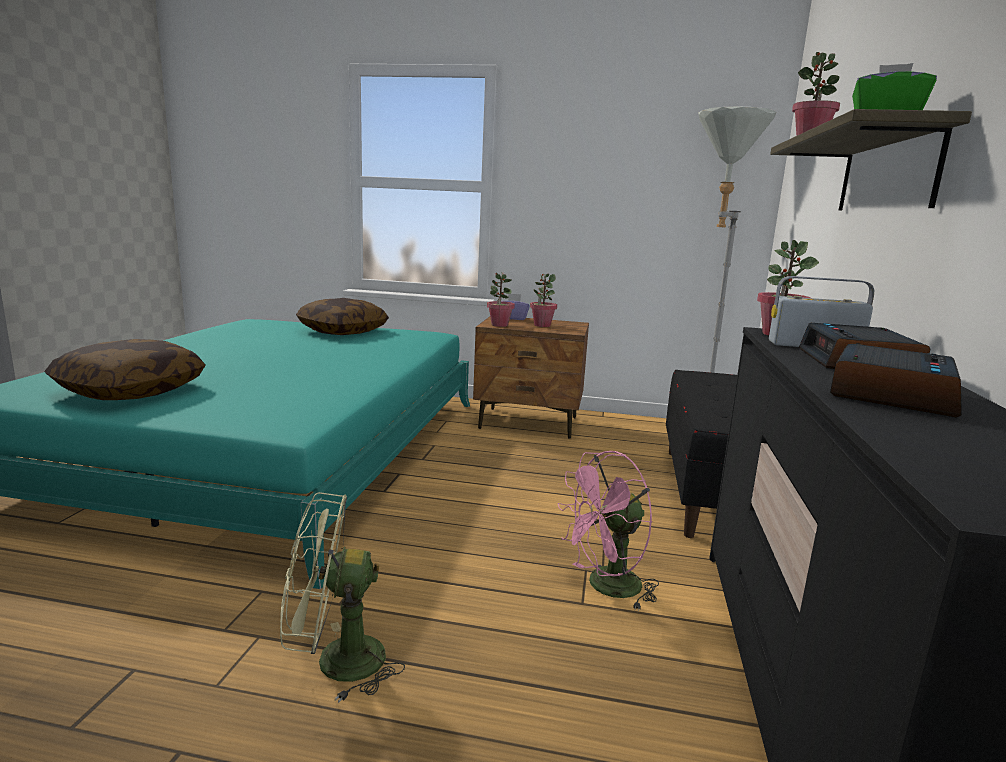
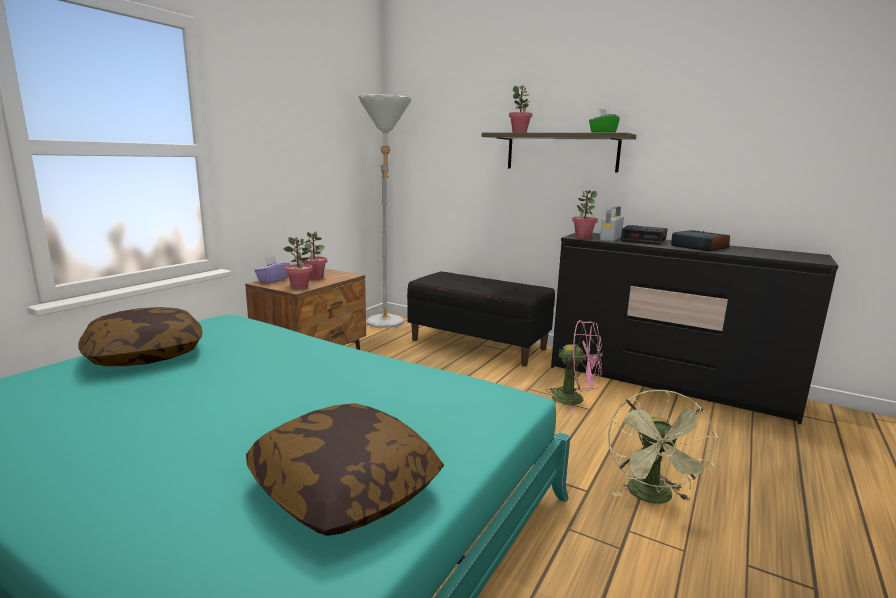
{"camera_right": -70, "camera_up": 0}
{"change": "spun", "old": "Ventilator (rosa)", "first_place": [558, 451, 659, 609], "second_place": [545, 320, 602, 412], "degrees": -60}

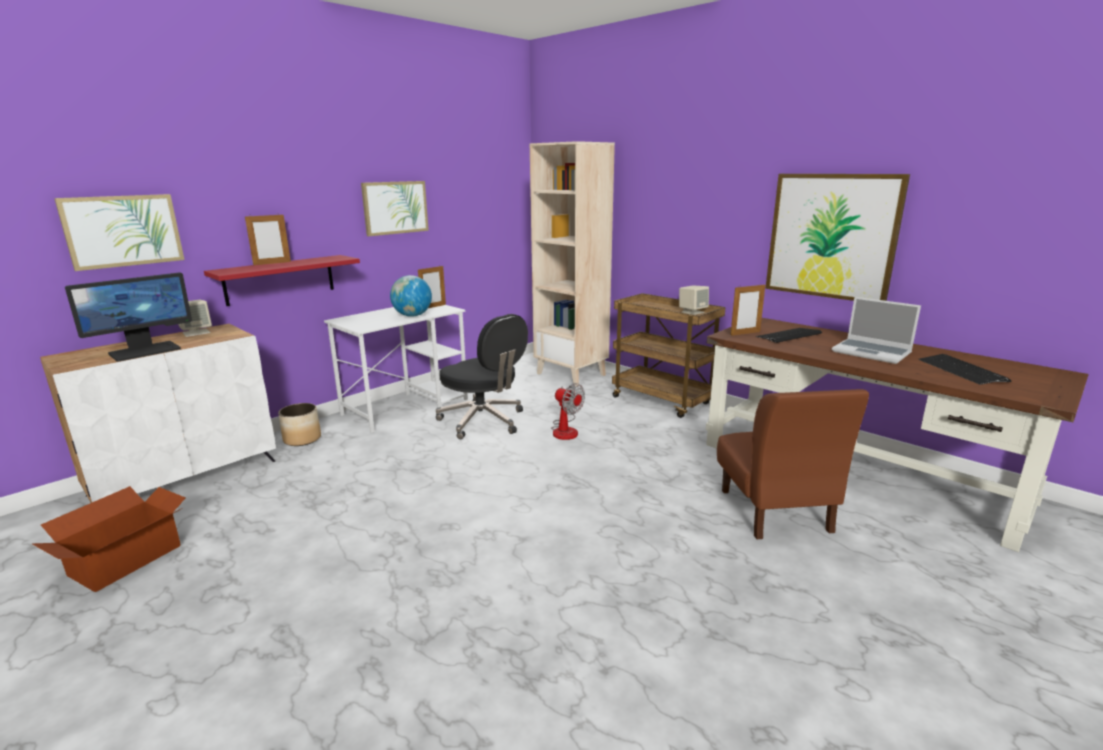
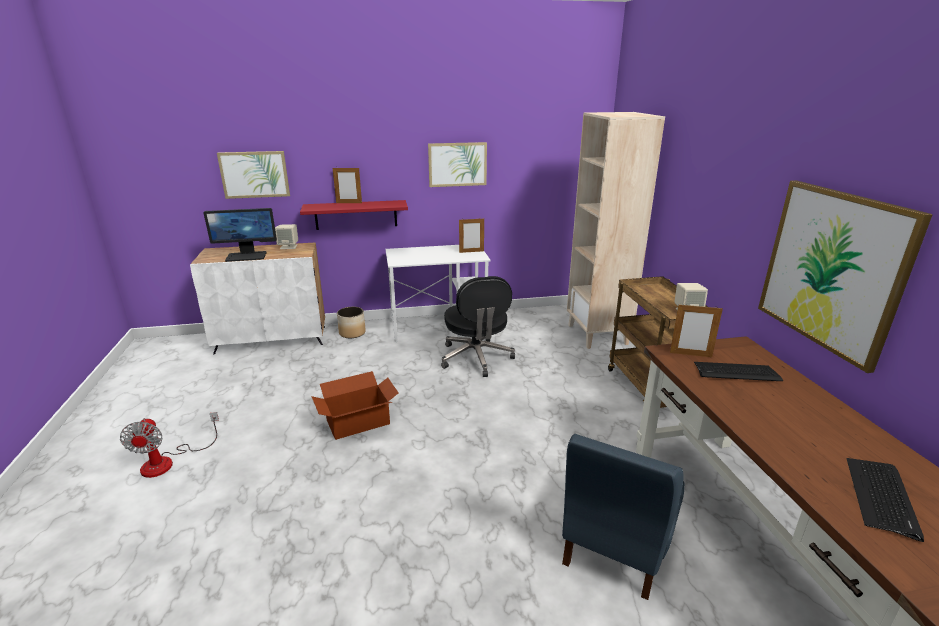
{"camera_right": 35, "camera_up": 5}
{"change": "relocated", "old": "Karton", "first_place": [32, 486, 186, 592], "second_place": [311, 371, 398, 440]}
{"change": "missing", "old": "Globus", "first_place": [390, 275, 432, 317]}
{"change": "relocated", "old": "Ventilator", "first_place": [551, 383, 585, 440], "second_place": [120, 412, 219, 478]}
{"change": "colour", "old": "Stuhl (braun)", "new": "Stuhl (blau)", "first_place": [717, 389, 869, 539], "second_place": [562, 434, 685, 600]}
{"change": "missing", "old": "Laptop", "first_place": [832, 297, 921, 364]}

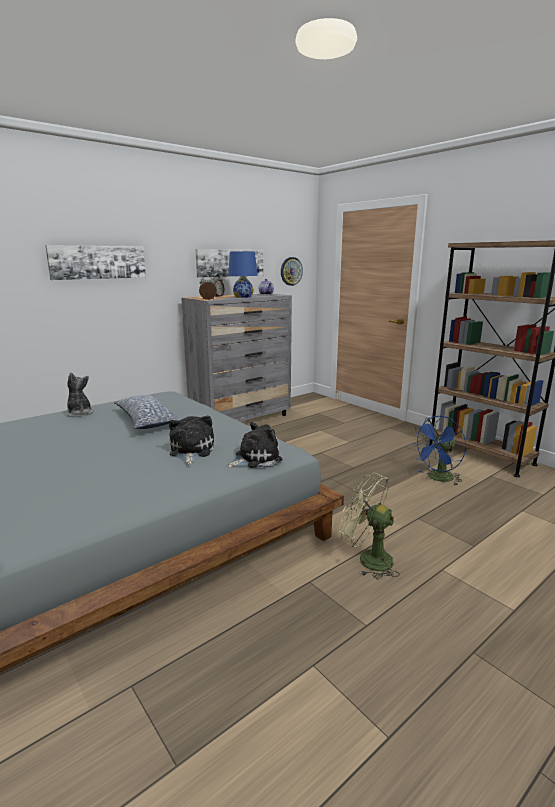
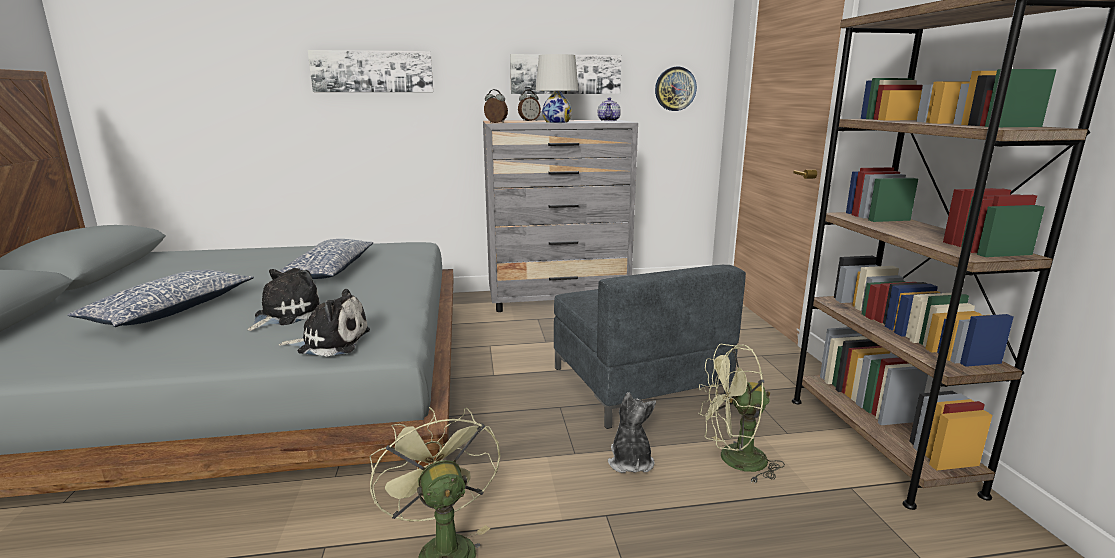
{"camera_right": 30, "camera_up": 0}
{"change": "relocated", "old": "Plüschtier", "first_place": [65, 372, 94, 417], "second_place": [608, 392, 656, 473]}
{"change": "colour", "old": "Tischlampe (blau)", "new": "Tischlampe (weiß)", "first_place": [228, 252, 258, 298], "second_place": [536, 54, 579, 123]}
{"change": "colour", "old": "Ventilator (blau)", "new": "Ventilator (grün)", "first_place": [412, 416, 466, 486], "second_place": [699, 344, 785, 484]}
{"change": "appeared", "new": "Kissen", "second_place": [68, 269, 254, 327]}
{"change": "appeared", "new": "Sessel (grau)", "second_place": [554, 265, 746, 429]}

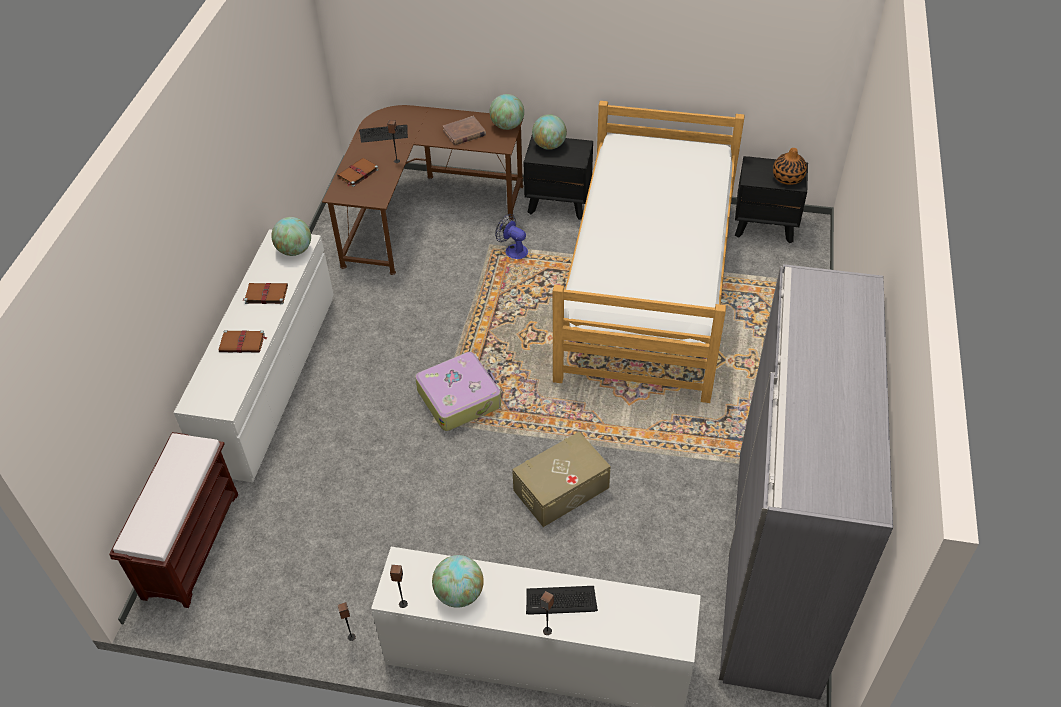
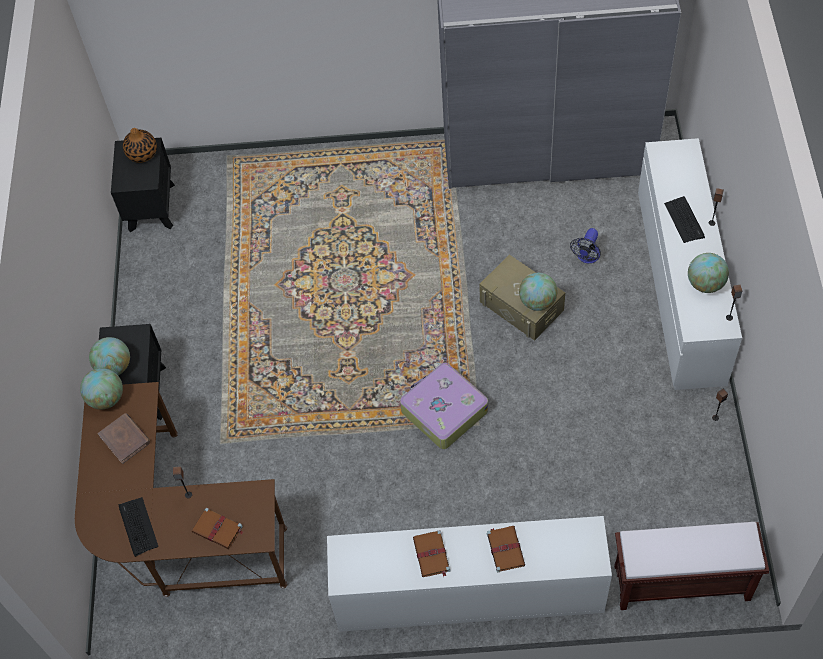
{"camera_right": -100, "camera_up": 10}
{"change": "relocated", "old": "Globus", "first_place": [271, 217, 311, 256], "second_place": [519, 273, 557, 311]}
{"change": "relocated", "old": "Ventilator", "first_place": [495, 214, 528, 259], "second_place": [570, 228, 601, 263]}
{"change": "missing", "old": "Bett", "first_place": [553, 101, 745, 403]}

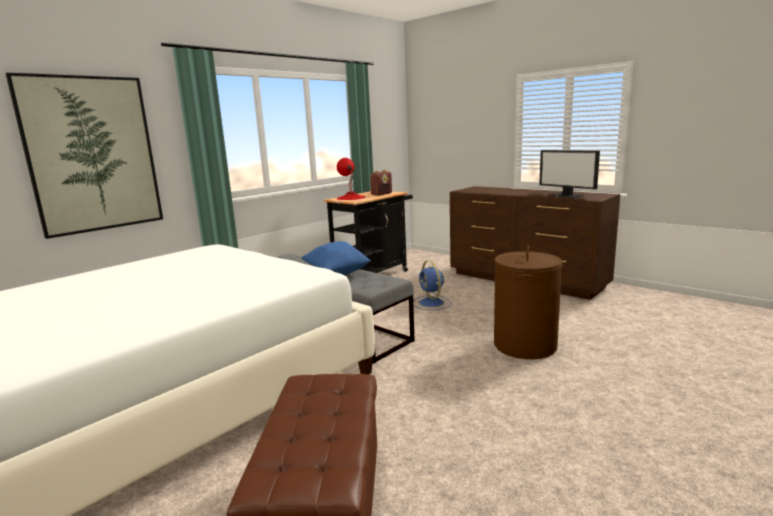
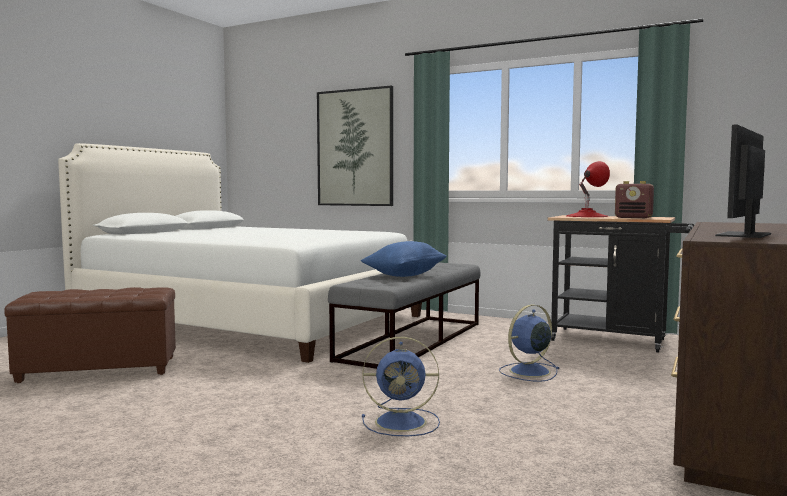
{"camera_right": 75, "camera_up": -10}
{"change": "exchanged", "old": "Wäschekorb (braun)", "new": "Ventilator (blau)", "first_place": [494, 245, 562, 359], "second_place": [362, 337, 440, 436]}

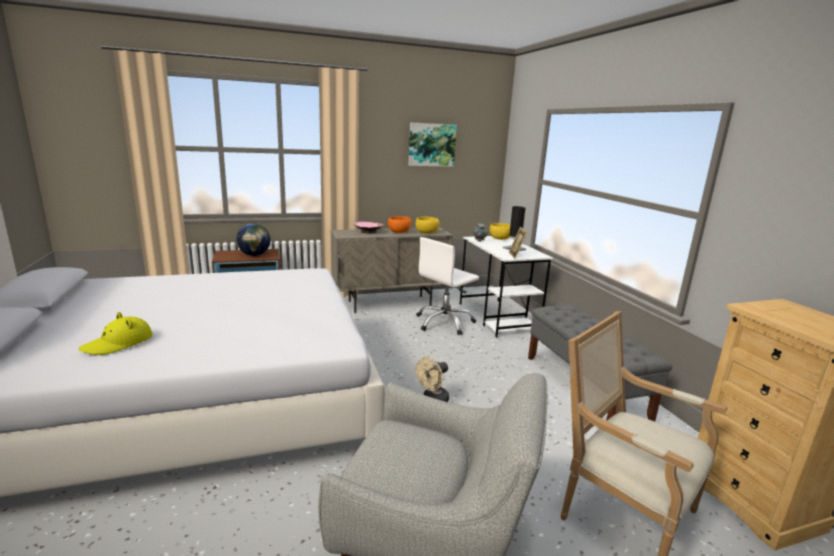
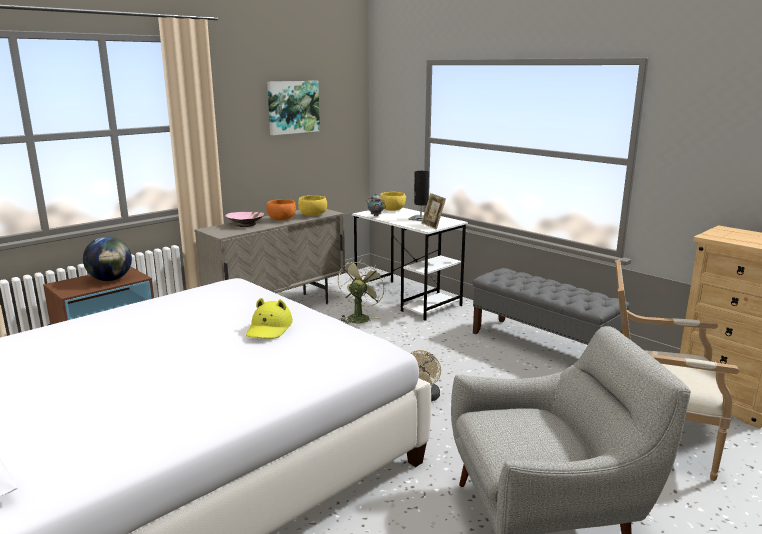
{"camera_right": -25, "camera_up": 0}
{"change": "relocated", "old": "Hut (gelb)", "first_place": [78, 312, 152, 355], "second_place": [246, 298, 293, 339]}
{"change": "exchanged", "old": "Bürostuhl (weiß)", "new": "Ventilator (grün)", "first_place": [416, 237, 479, 335], "second_place": [338, 259, 386, 325]}

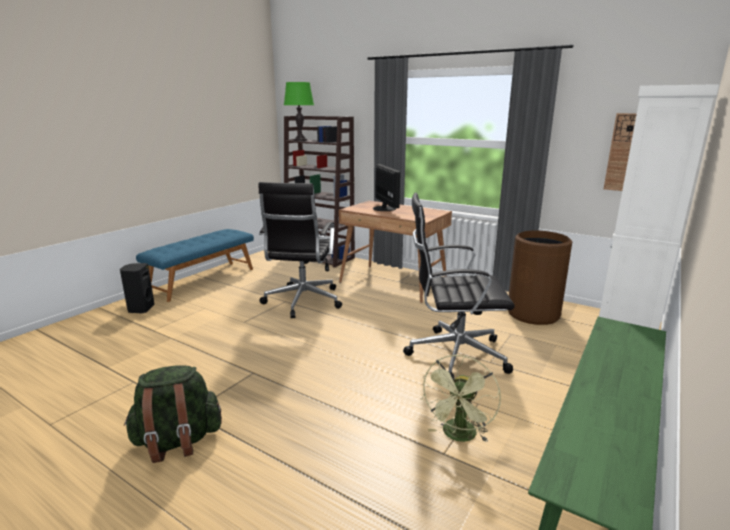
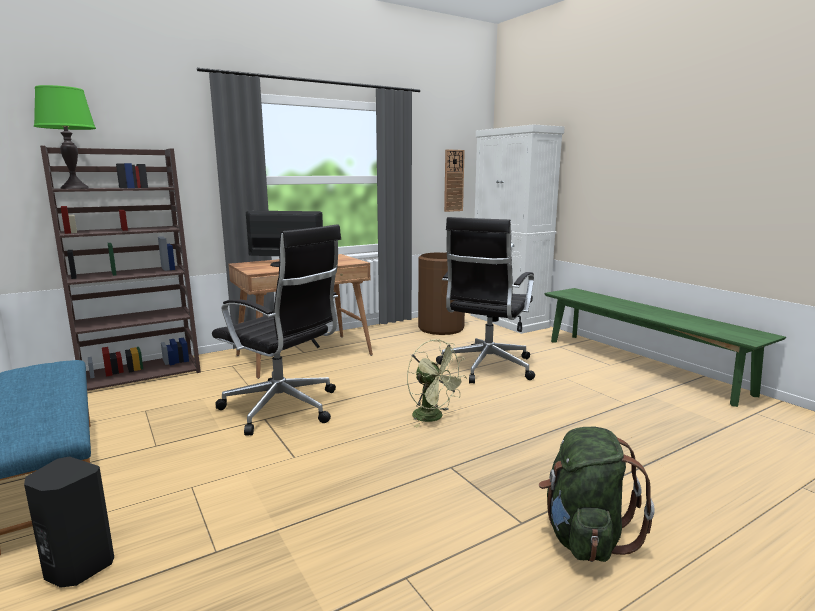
{"camera_right": -65, "camera_up": -5}
{"change": "relocated", "old": "Ventilator (grün)", "first_place": [421, 355, 501, 442], "second_place": [407, 339, 467, 427]}

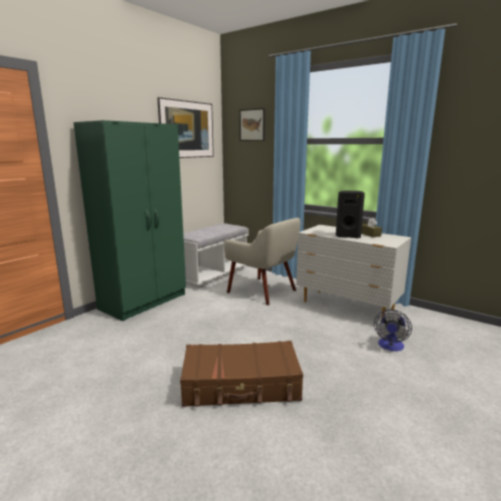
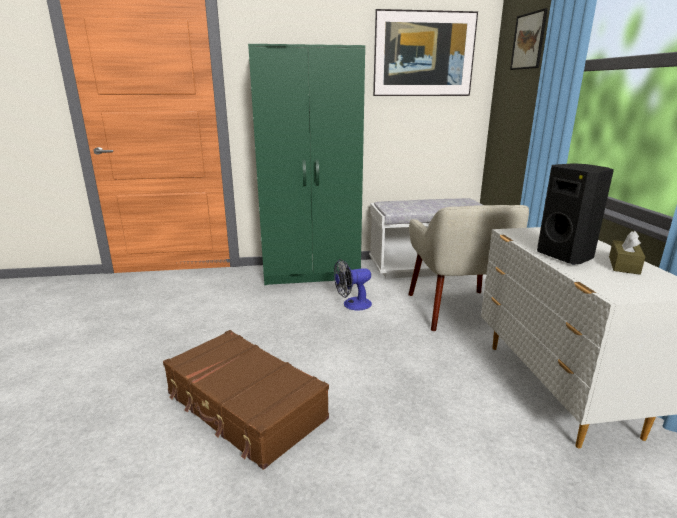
{"camera_right": 45, "camera_up": 5}
{"change": "relocated", "old": "Ventilator", "first_place": [374, 309, 412, 351], "second_place": [334, 259, 372, 310]}

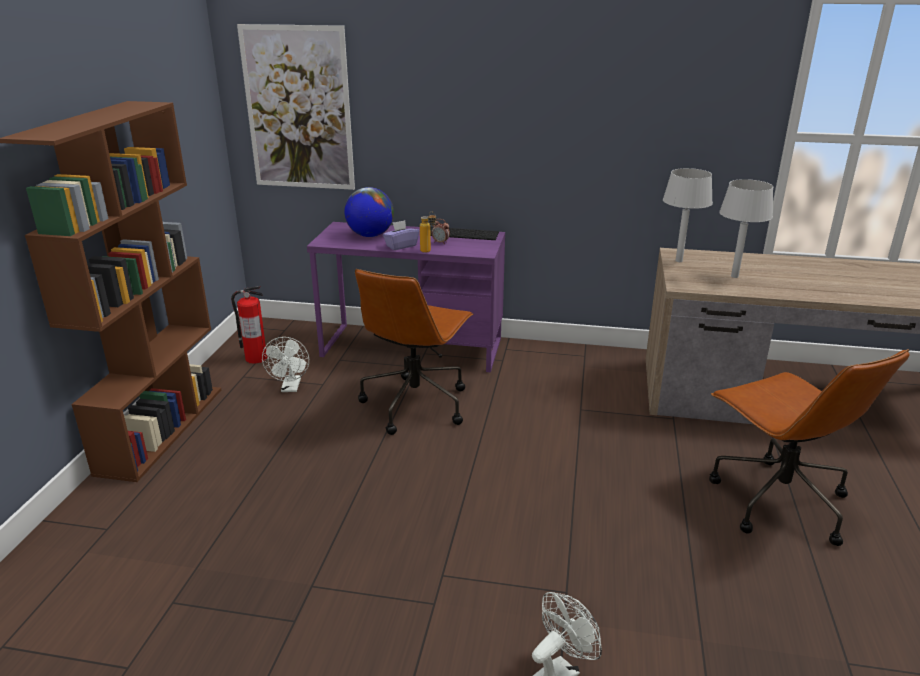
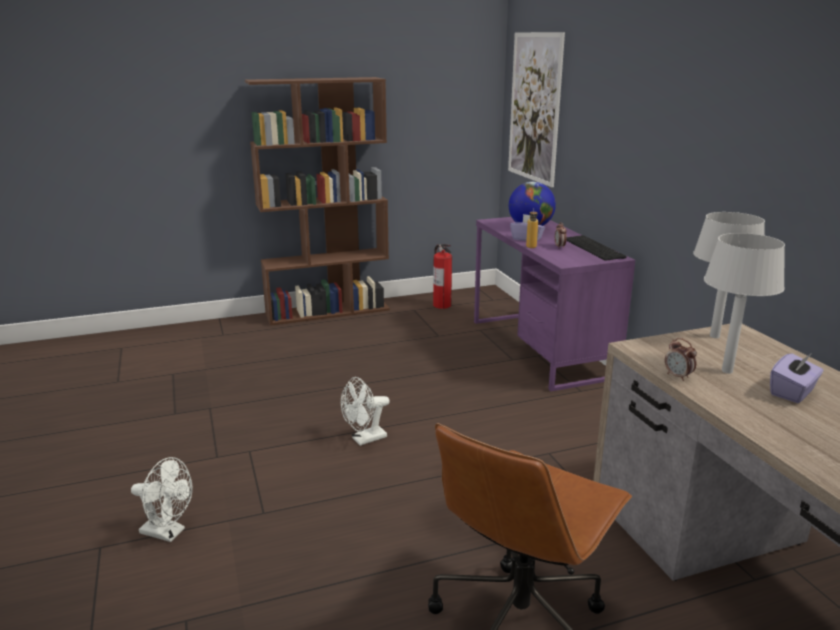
{"camera_right": 60, "camera_up": -5}
{"change": "relocated", "old": "Ventilator (weiß)", "first_place": [262, 337, 309, 392], "second_place": [341, 377, 389, 446]}
{"change": "missing", "old": "Bürostuhl (braun)", "first_place": [355, 269, 473, 435]}
{"change": "appeared", "new": "Wecker", "second_place": [665, 338, 697, 381]}
{"change": "appeared", "new": "Taschentuchbox (lila)", "second_place": [770, 353, 824, 403]}

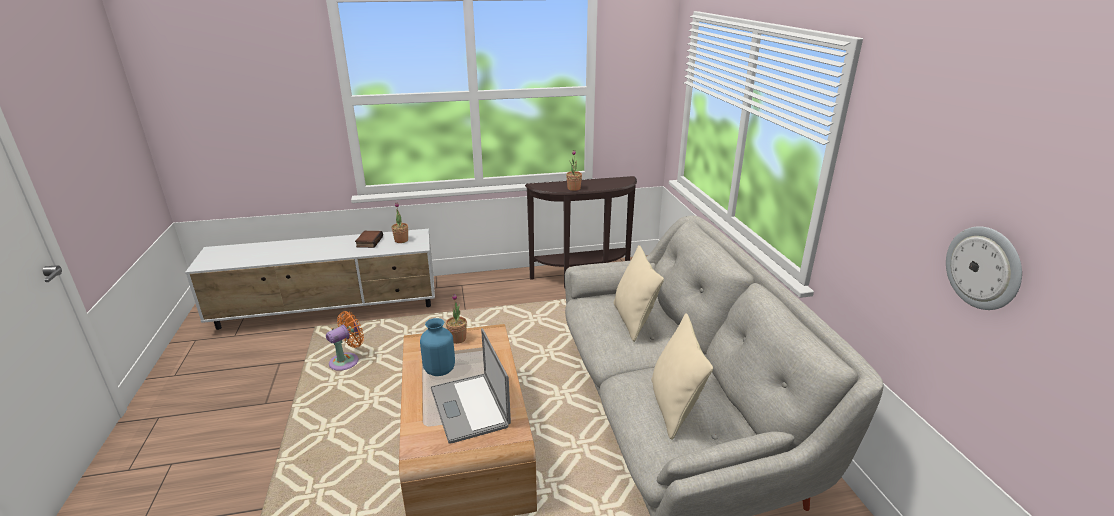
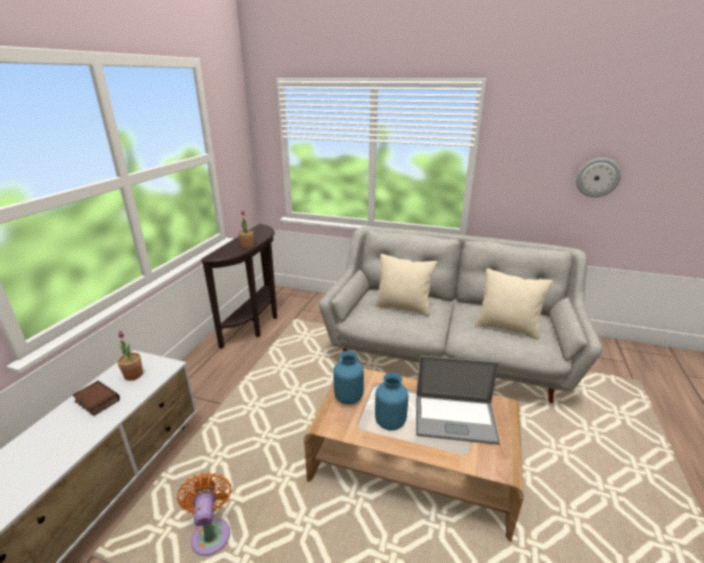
{"camera_right": -60, "camera_up": 0}
{"change": "exchanged", "old": "Topfpflanze", "new": "Vase (blau)", "first_place": [446, 294, 467, 344], "second_place": [333, 351, 364, 405]}

